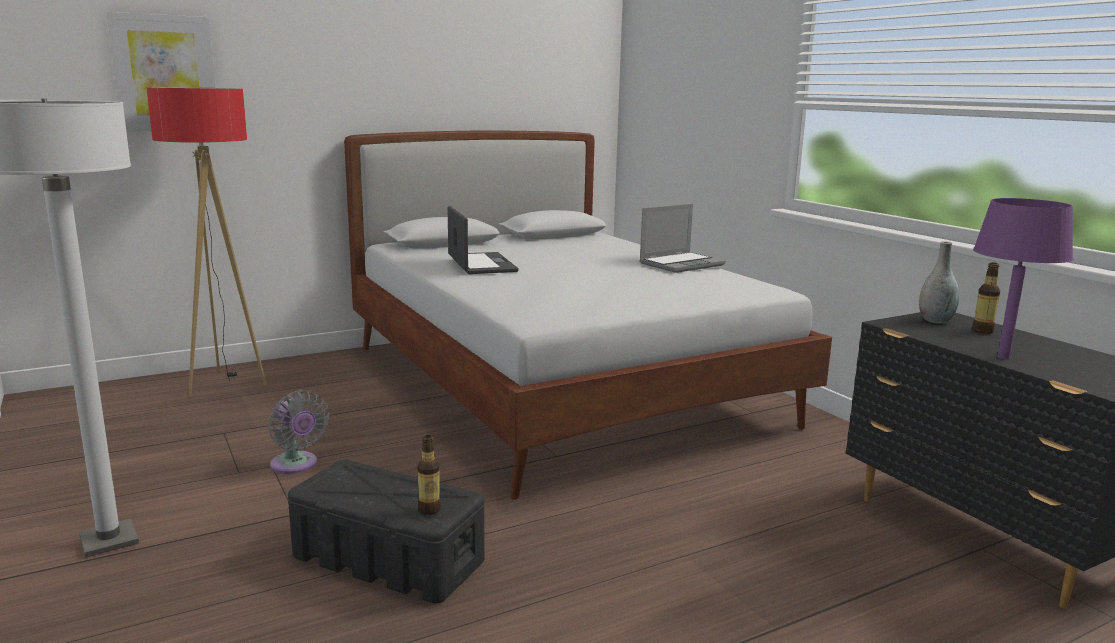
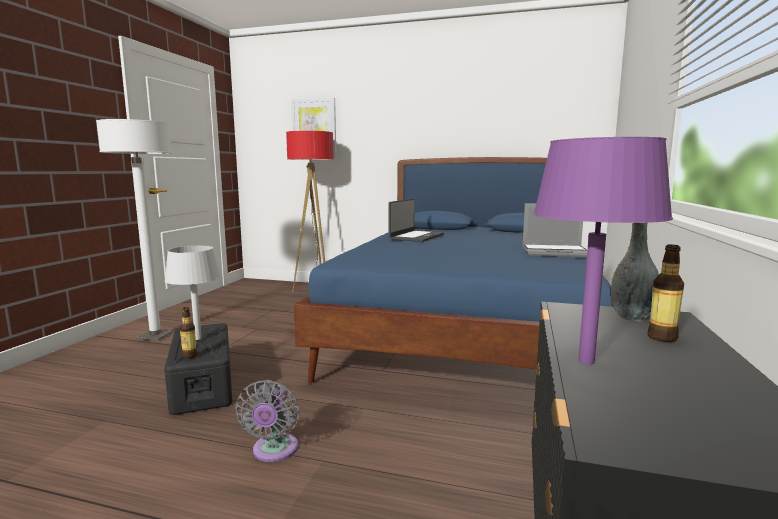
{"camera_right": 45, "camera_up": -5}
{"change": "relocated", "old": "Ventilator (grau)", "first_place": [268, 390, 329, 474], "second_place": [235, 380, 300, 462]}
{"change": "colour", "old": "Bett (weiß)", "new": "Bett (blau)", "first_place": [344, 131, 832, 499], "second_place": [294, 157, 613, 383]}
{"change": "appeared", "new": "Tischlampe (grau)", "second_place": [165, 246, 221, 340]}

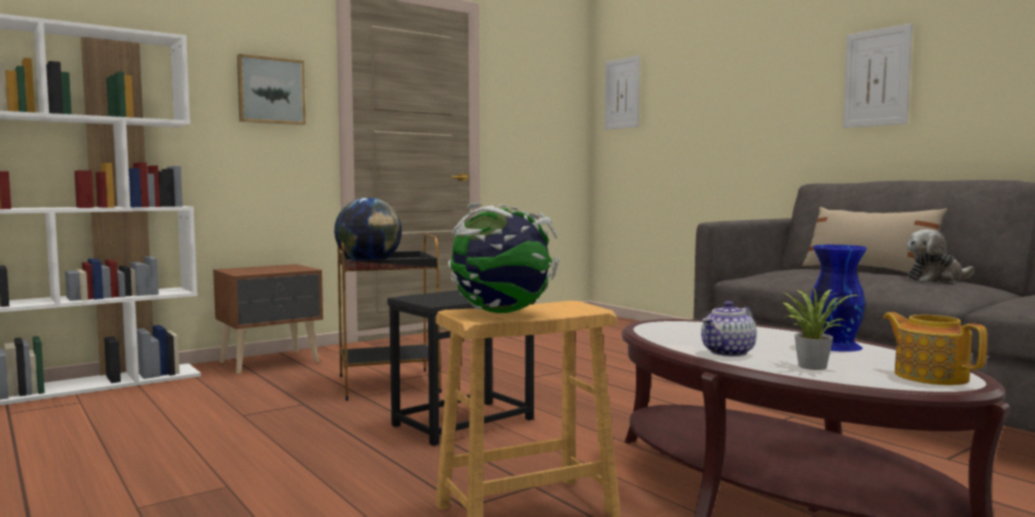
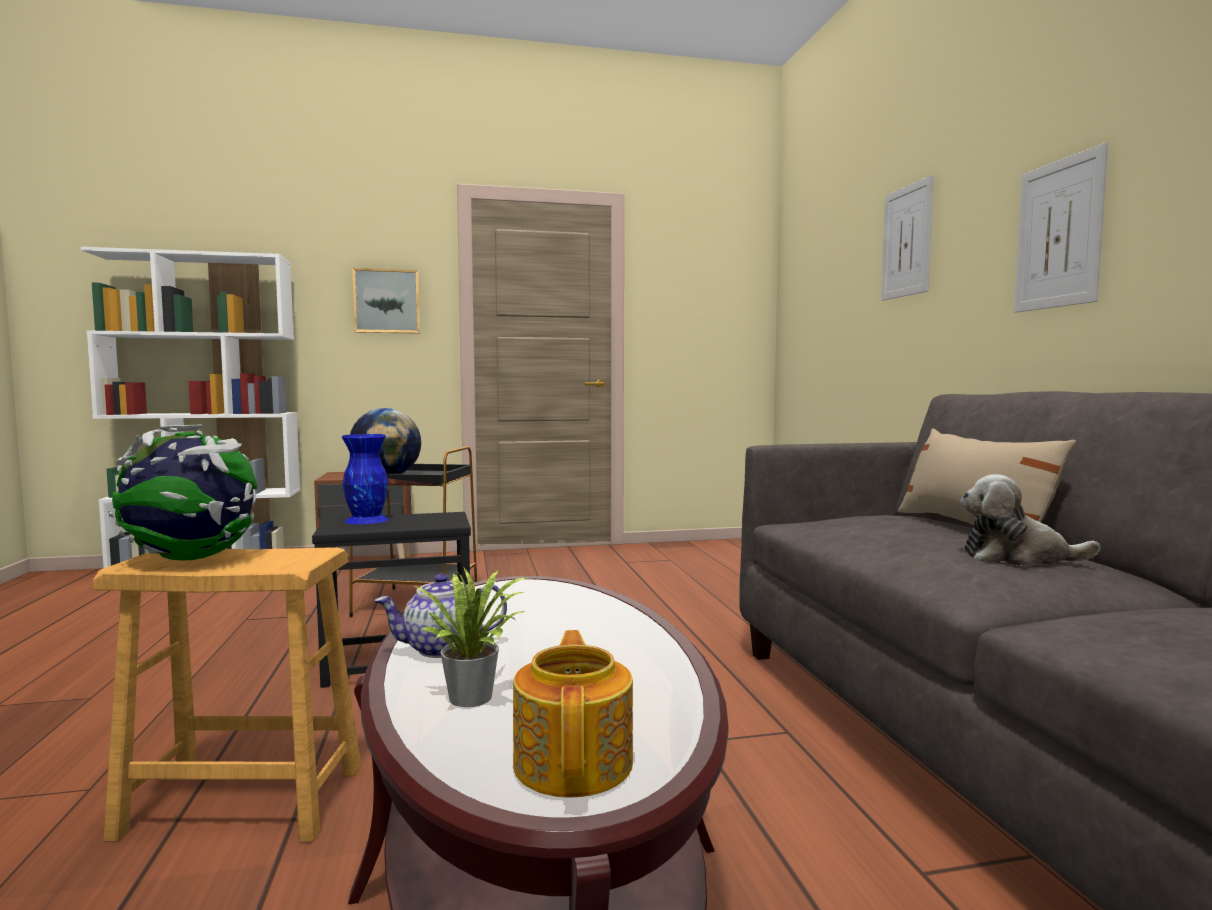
{"camera_right": 25, "camera_up": 0}
{"change": "relocated", "old": "Bild", "first_place": [605, 55, 640, 130], "second_place": [881, 175, 934, 301]}
{"change": "relocated", "old": "Vase (blau)", "first_place": [811, 245, 867, 352], "second_place": [342, 434, 389, 524]}

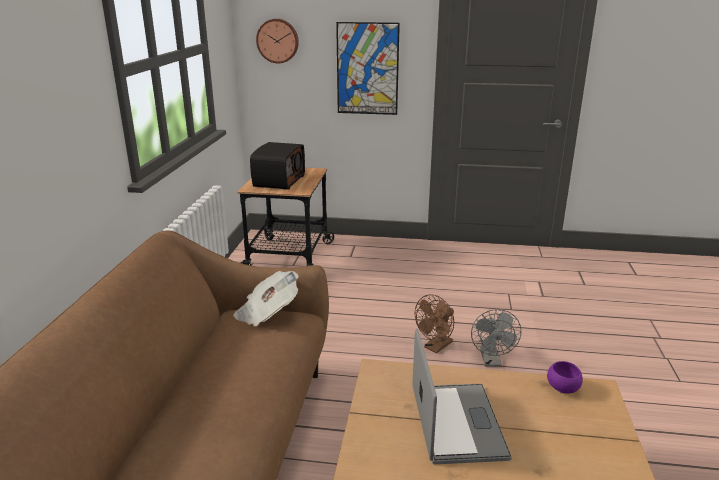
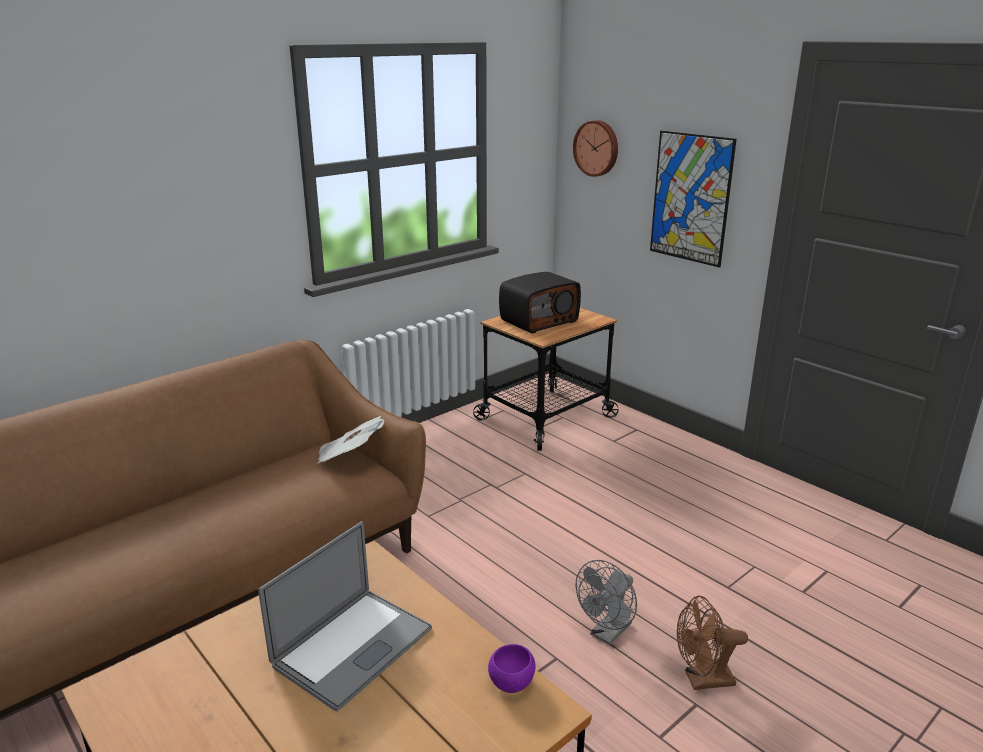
{"camera_right": 40, "camera_up": 0}
{"change": "relocated", "old": "Ventilator (braun)", "first_place": [415, 294, 454, 353], "second_place": [677, 596, 748, 690]}

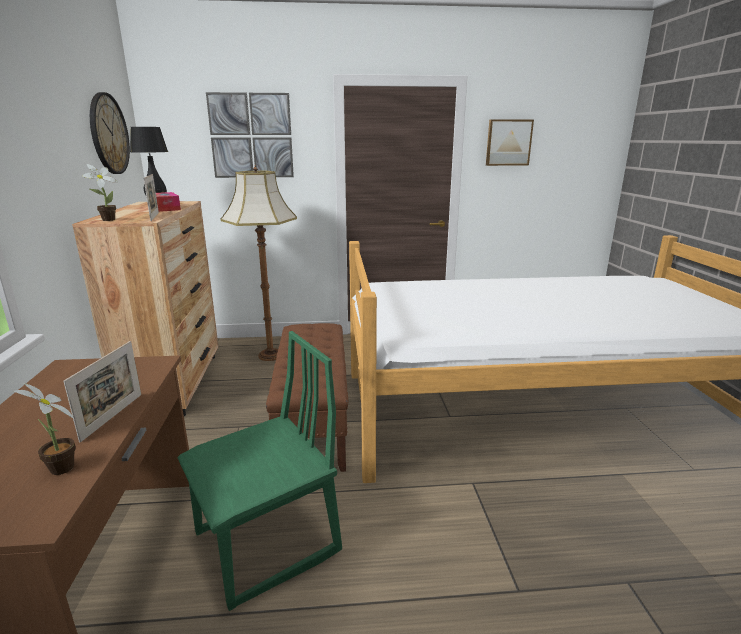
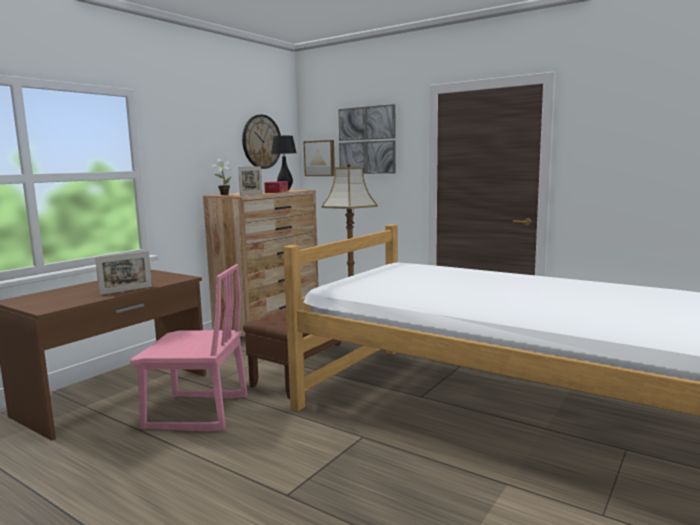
{"camera_right": 40, "camera_up": -10}
{"change": "missing", "old": "Topfpflanze", "first_place": [14, 383, 76, 475]}
{"change": "colour", "old": "Stuhl (grün)", "new": "Stuhl (rosa)", "first_place": [177, 331, 342, 611], "second_place": [130, 264, 248, 432]}
{"change": "relocated", "old": "Bild", "first_place": [486, 119, 534, 166], "second_place": [304, 140, 335, 176]}

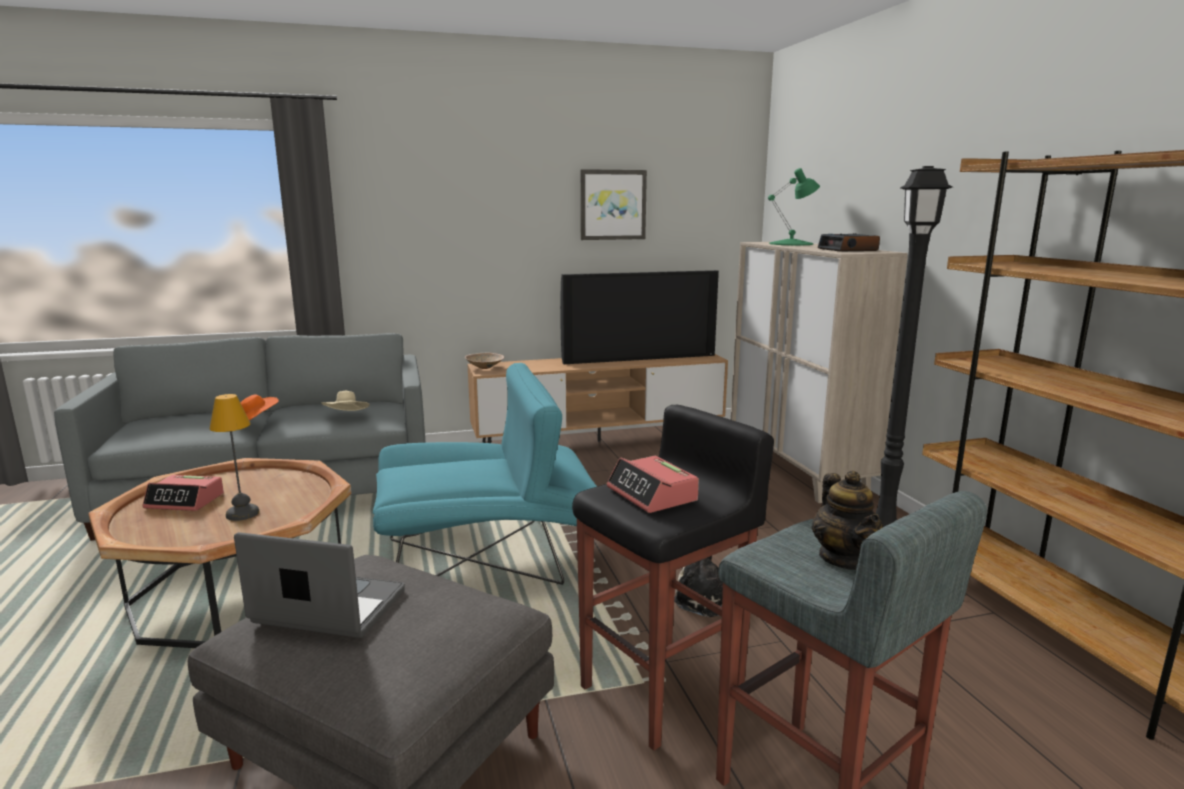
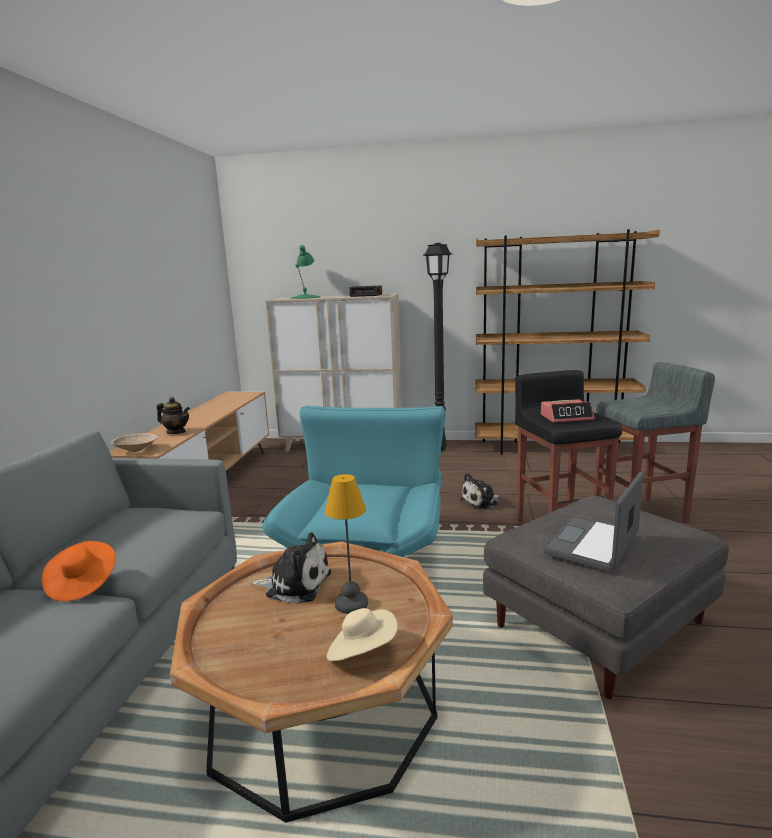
{"camera_right": -65, "camera_up": 0}
{"change": "missing", "old": "Wecker", "first_place": [142, 475, 224, 511]}
{"change": "relocated", "old": "Hut (beige)", "first_place": [321, 391, 370, 411], "second_place": [327, 608, 398, 661]}
{"change": "missing", "old": "Fernseher", "first_place": [560, 270, 719, 364]}
{"change": "missing", "old": "Bild", "first_place": [580, 169, 647, 240]}
{"change": "relocated", "old": "Teekanne", "first_place": [812, 471, 883, 570], "second_place": [157, 397, 190, 434]}
{"change": "appeared", "new": "Plüschtier", "second_place": [251, 532, 331, 604]}

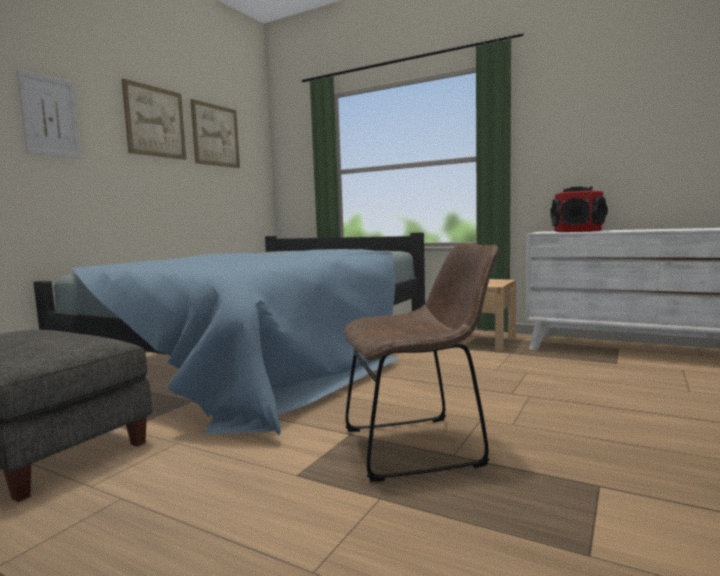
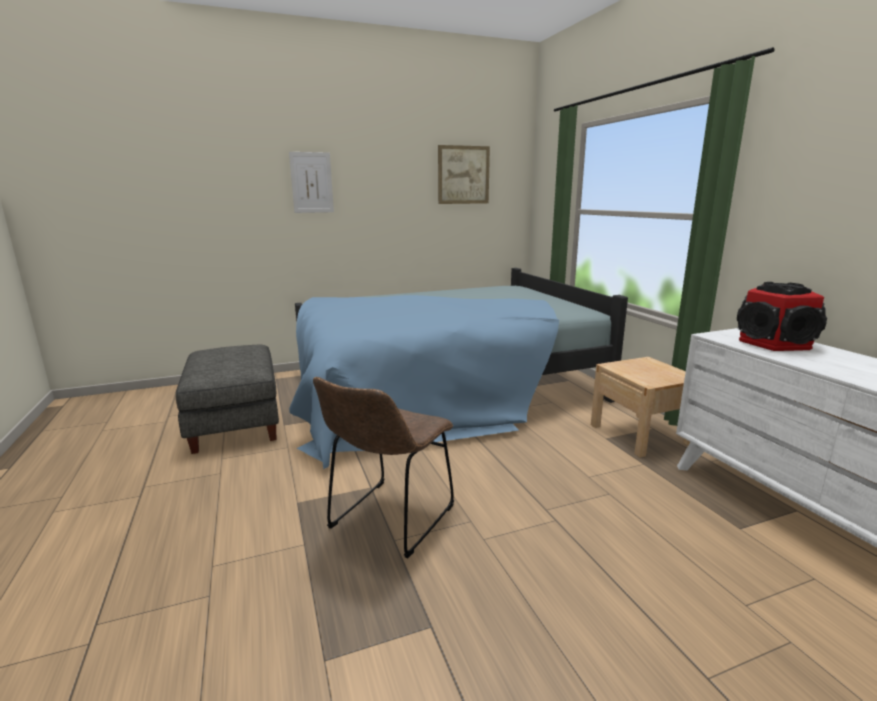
{"camera_right": 40, "camera_up": 10}
{"change": "missing", "old": "Bild", "first_place": [122, 79, 186, 160]}
{"change": "spun", "old": "Stuhl (braun)", "first_place": [344, 242, 499, 481], "second_place": [313, 377, 454, 558], "degrees": 90}

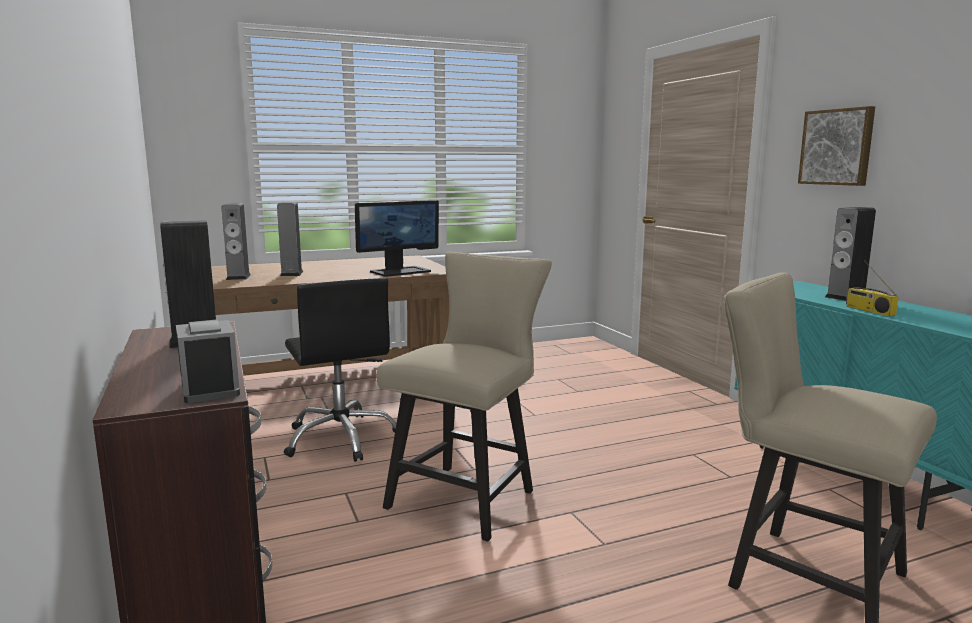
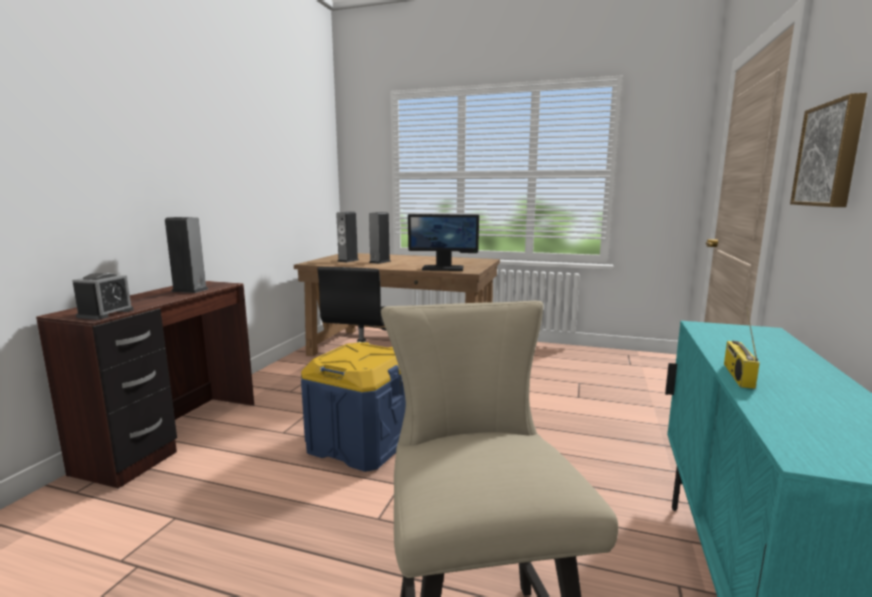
{"camera_right": 40, "camera_up": 0}
{"change": "exchanged", "old": "Stuhl (beige)", "new": "Aufbewahrungsbox (blau)", "first_place": [376, 252, 552, 542], "second_place": [301, 342, 406, 472]}
{"change": "missing", "old": "Lautsprecher", "first_place": [825, 207, 876, 301]}

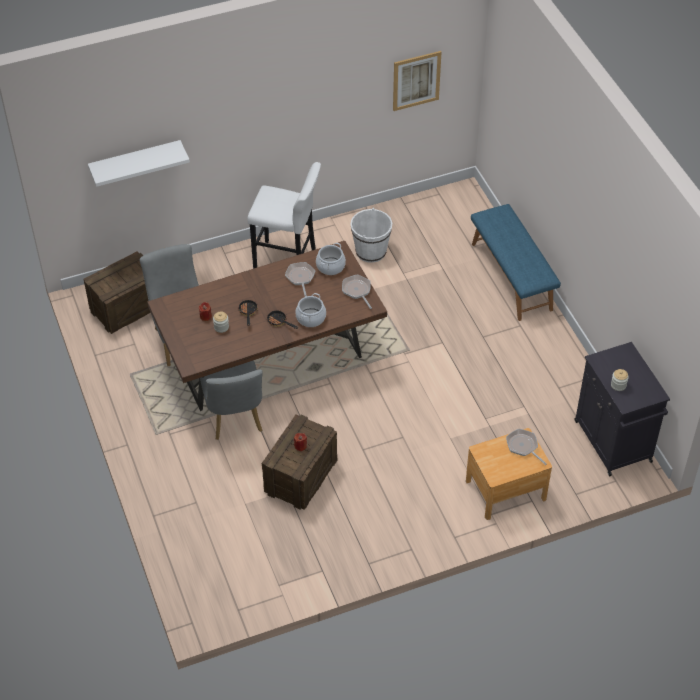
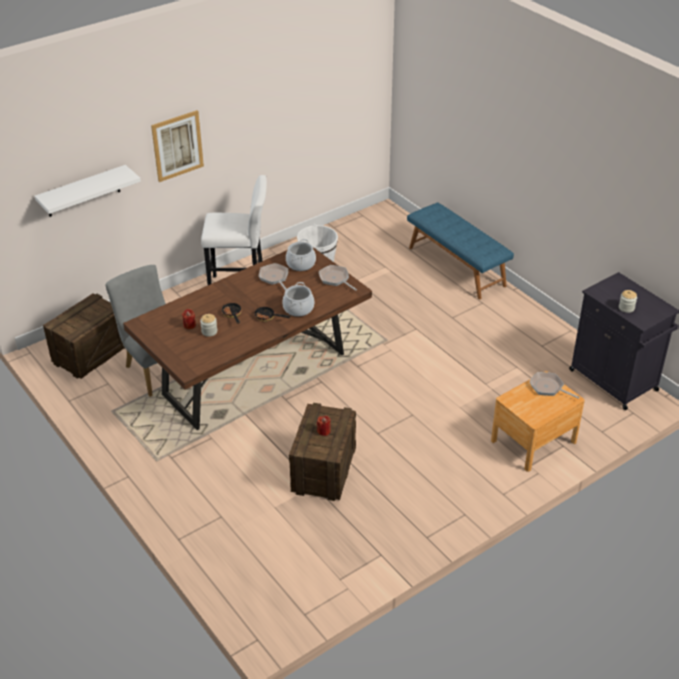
{"camera_right": -15, "camera_up": -10}
{"change": "missing", "old": "Stuhl (grau)", "first_place": [200, 360, 262, 440]}
{"change": "relocated", "old": "Bild", "first_place": [393, 51, 441, 111], "second_place": [151, 110, 204, 182]}

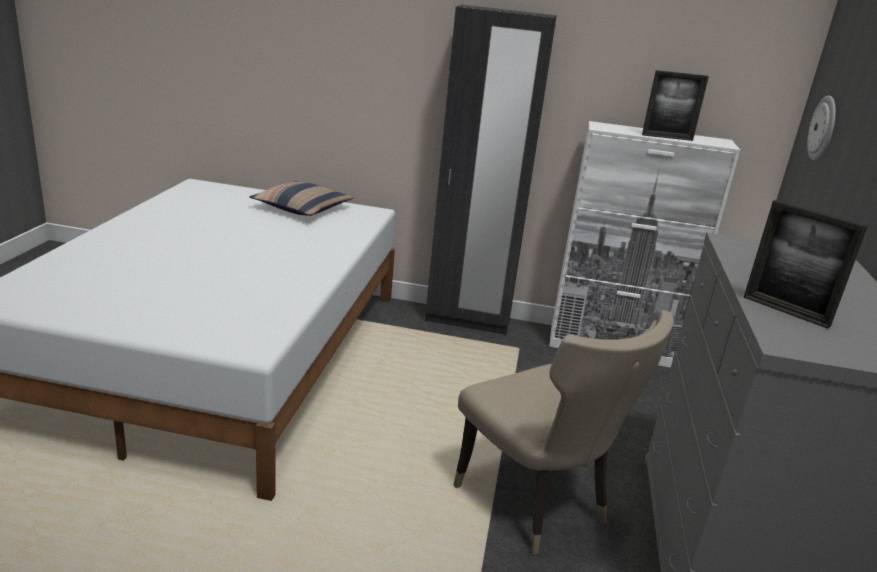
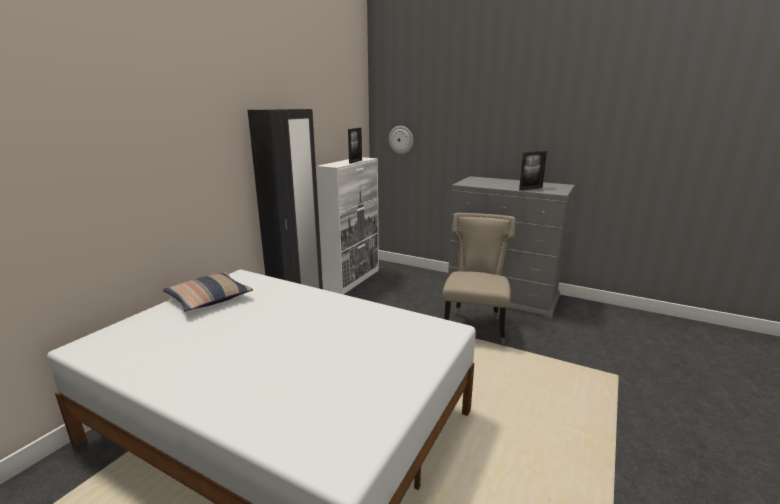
{"camera_right": -70, "camera_up": -5}
{"change": "spun", "old": "Stuhl (beige)", "first_place": [453, 310, 674, 555], "second_place": [442, 213, 516, 346], "degrees": -60}

